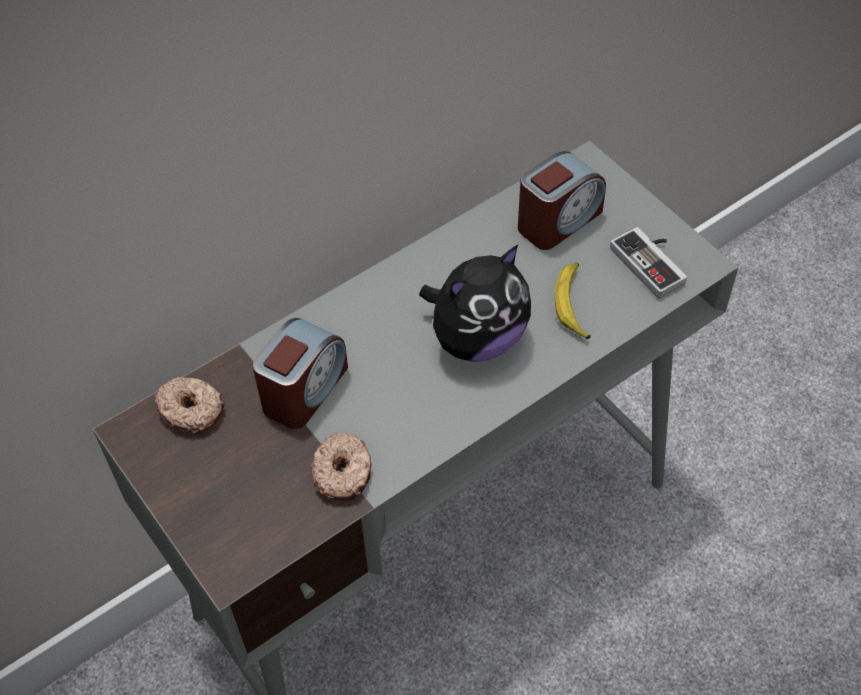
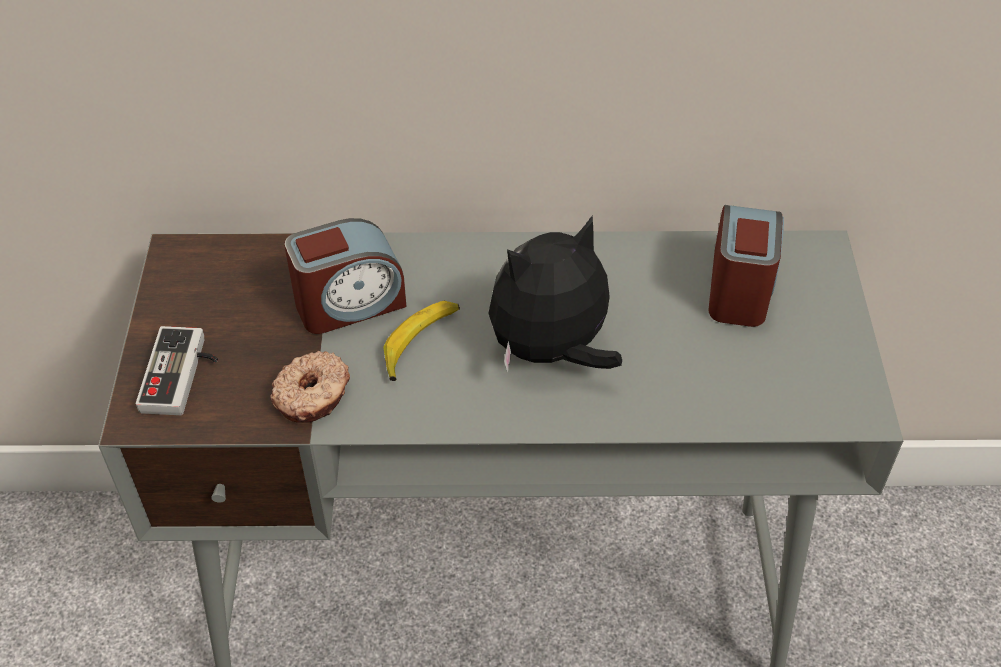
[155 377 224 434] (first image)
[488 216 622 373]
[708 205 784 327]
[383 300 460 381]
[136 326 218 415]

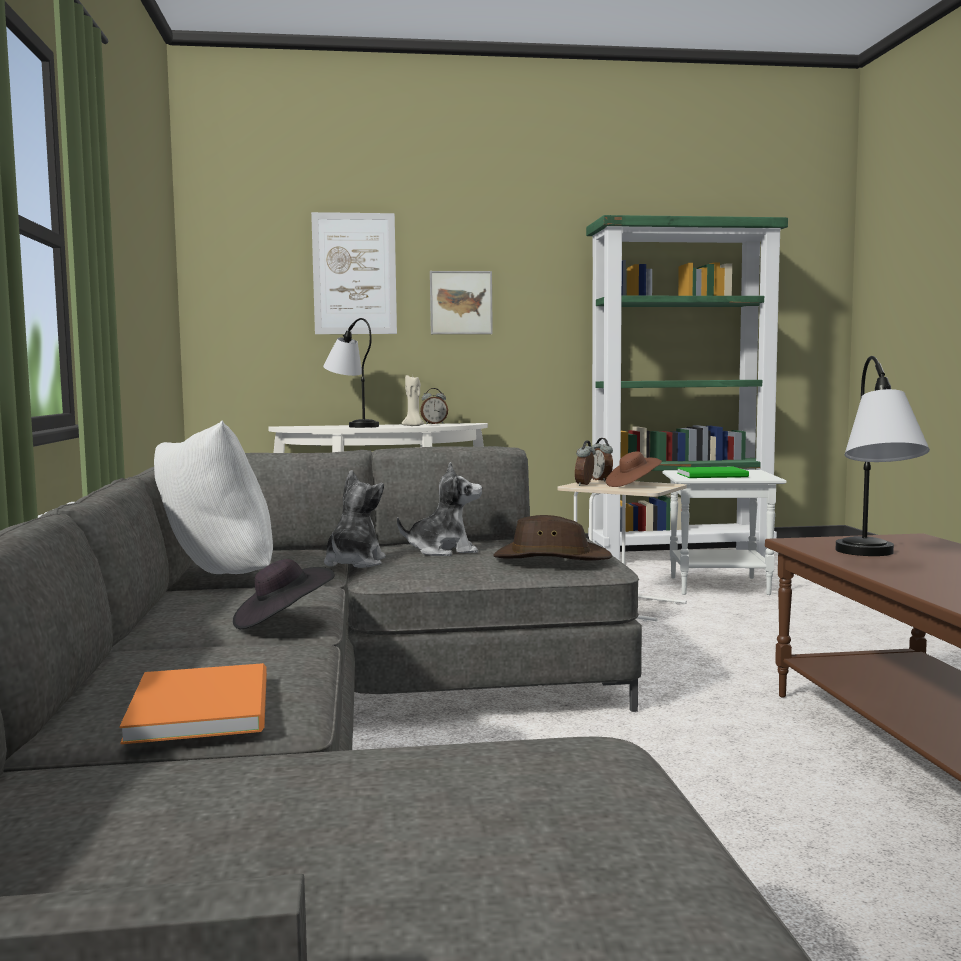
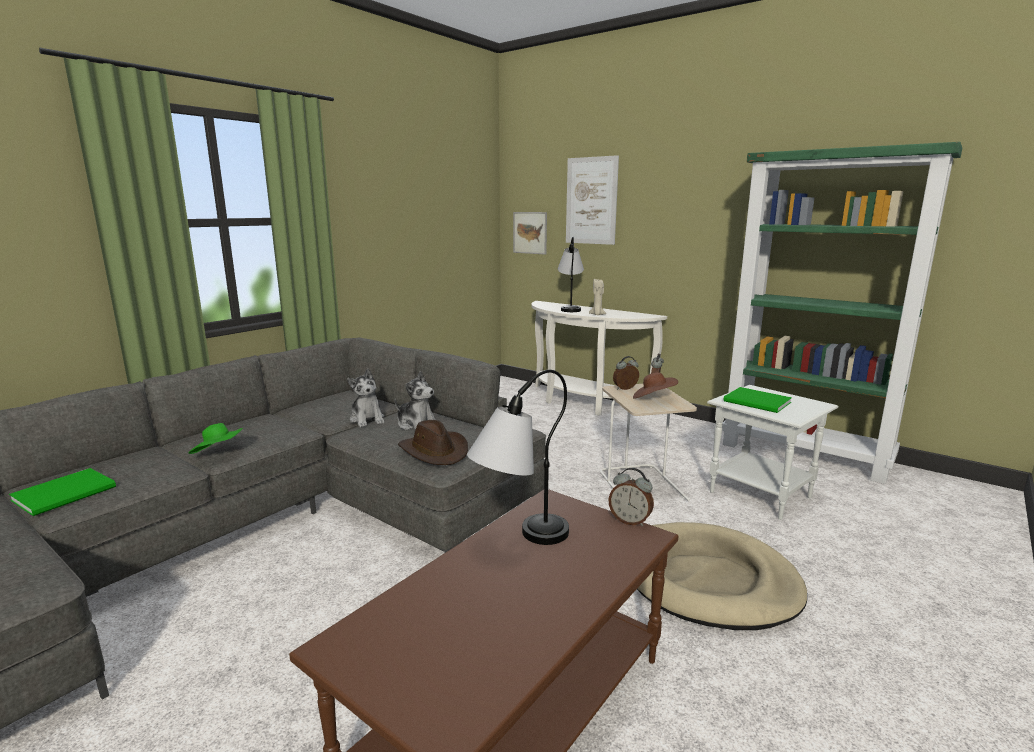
[9 468 116 516]
[154 421 273 574] (first image)
[188 423 243 454]
[347 369 384 427]
[608 468 654 526]
[513 212 547 255]
[637 522 807 630]

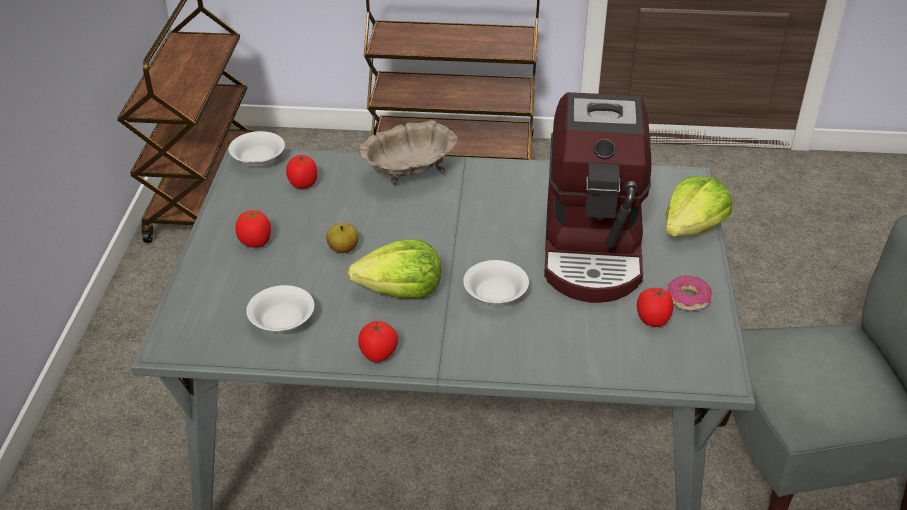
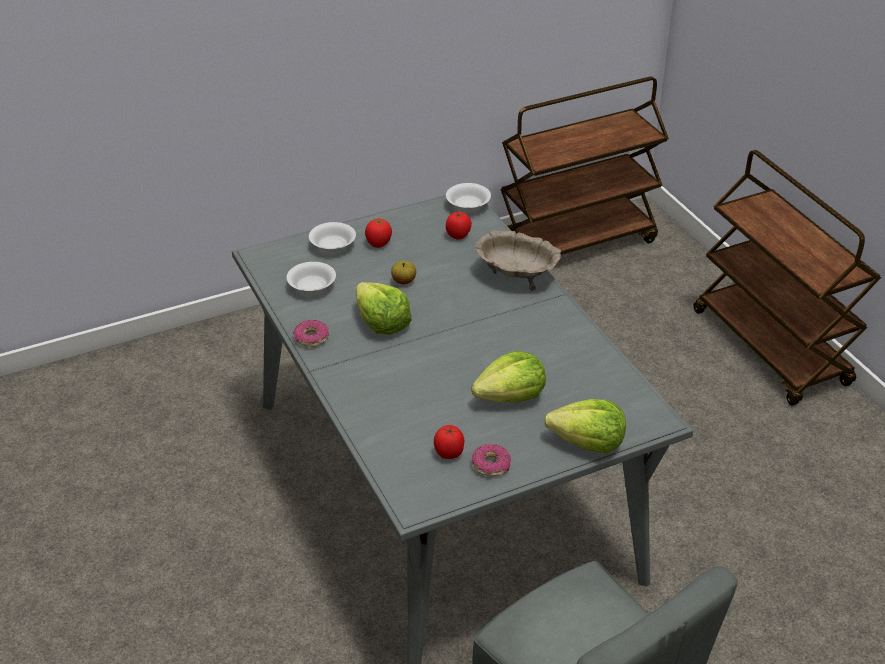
[293 320 329 347]
[309 222 356 253]
[471 351 546 403]

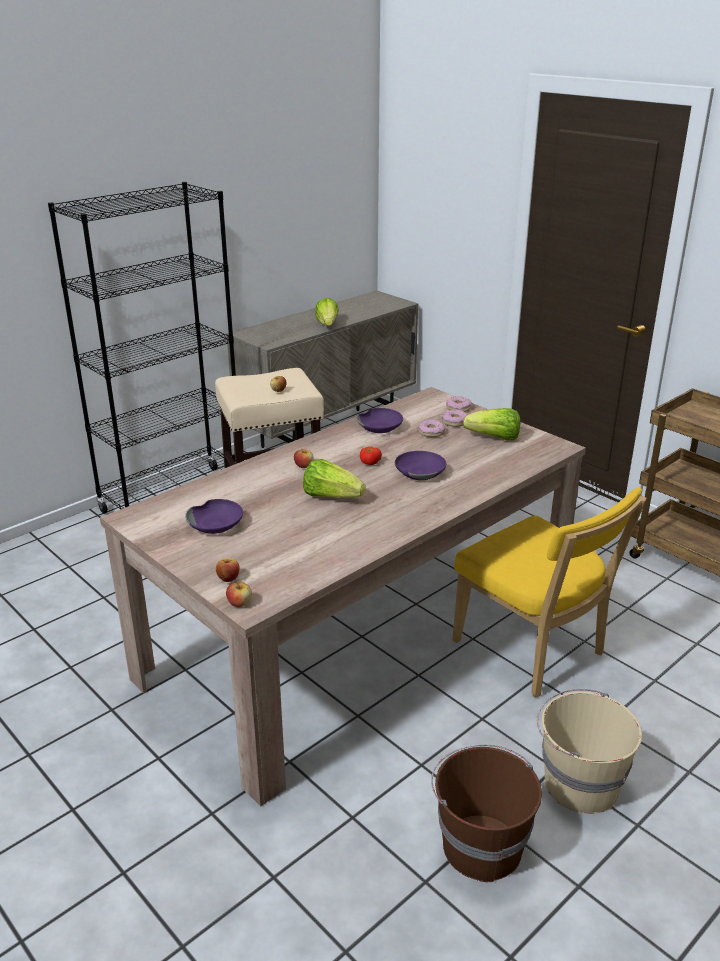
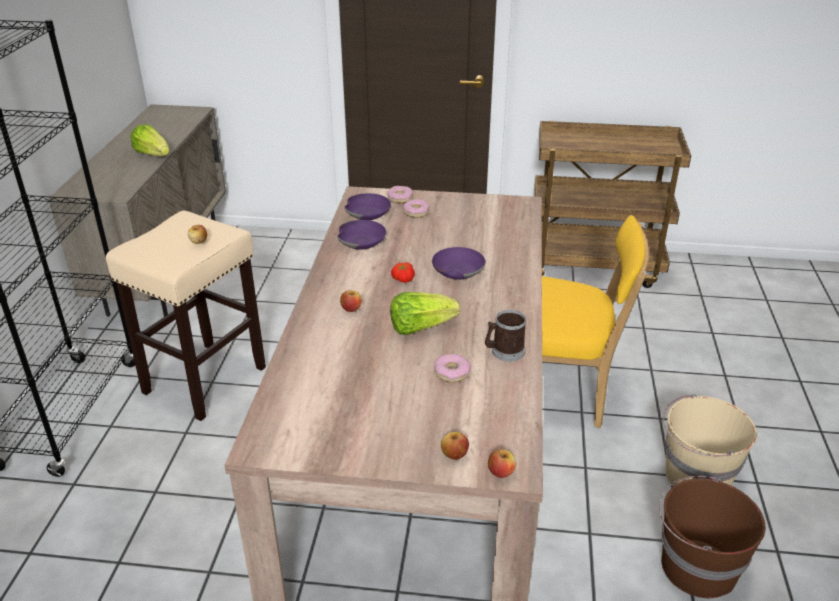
[344 193 391 220]
[434 354 471 382]
[463 408 520 441] (first image)
[485 310 526 362]

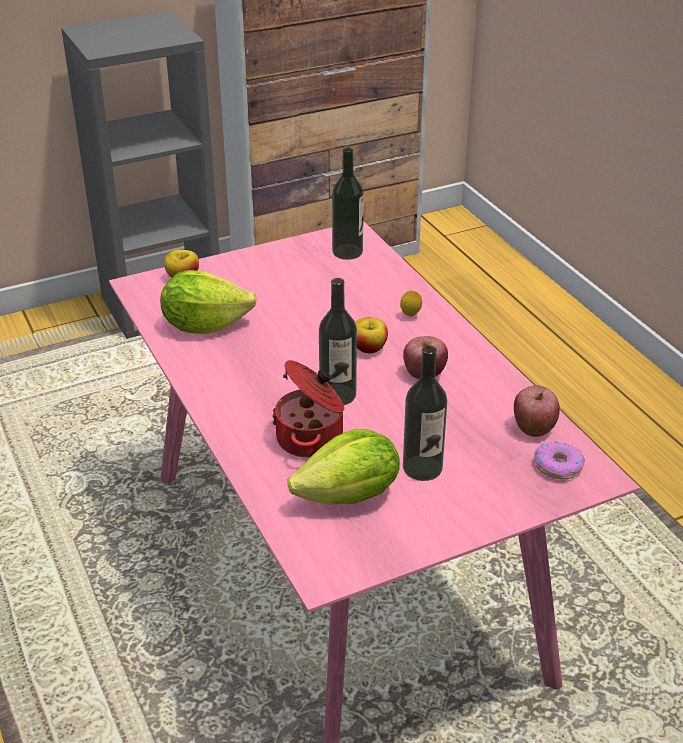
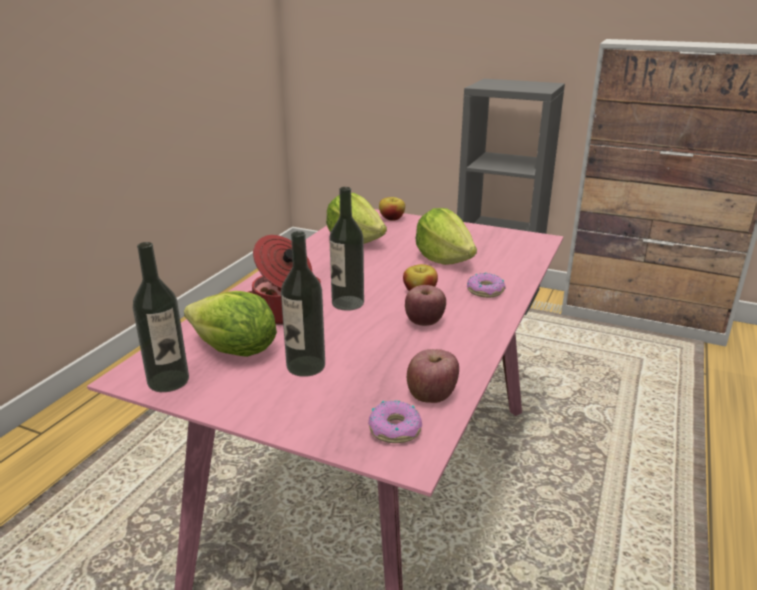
[133 242 189 392]
[467 272 505 298]
[416 208 477 265]

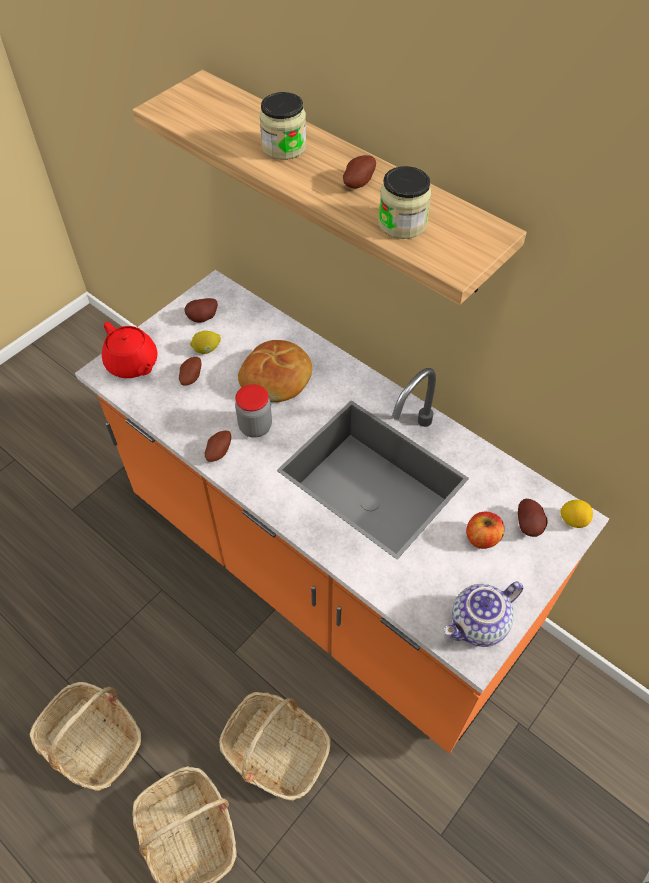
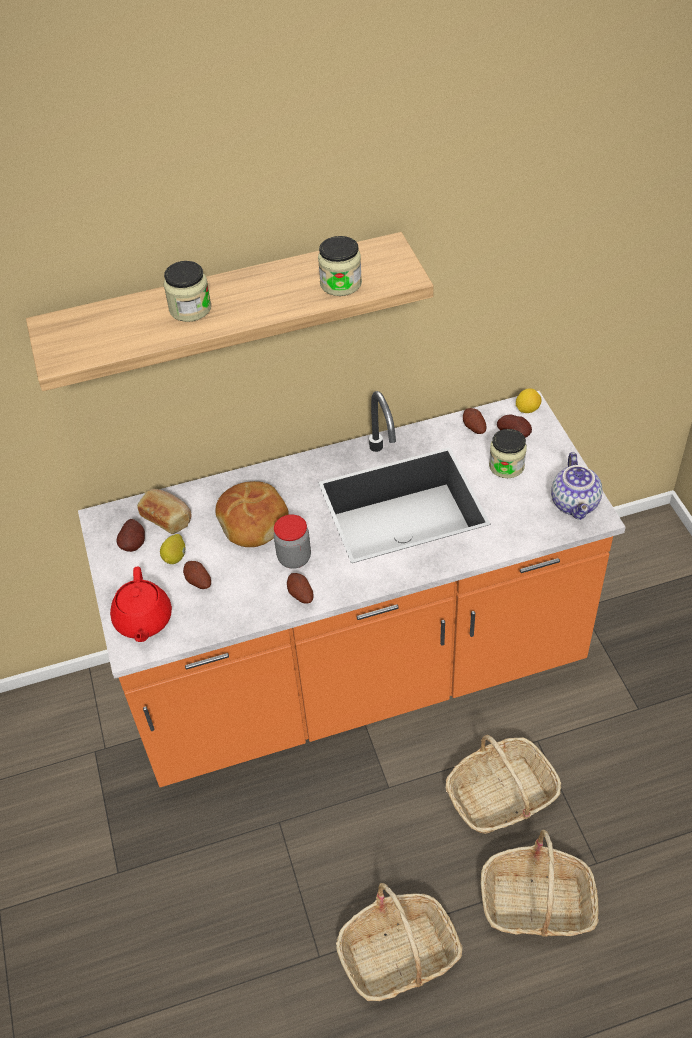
[110 566 172 642]
[463 408 486 434]
[489 429 527 478]
[137 489 191 534]

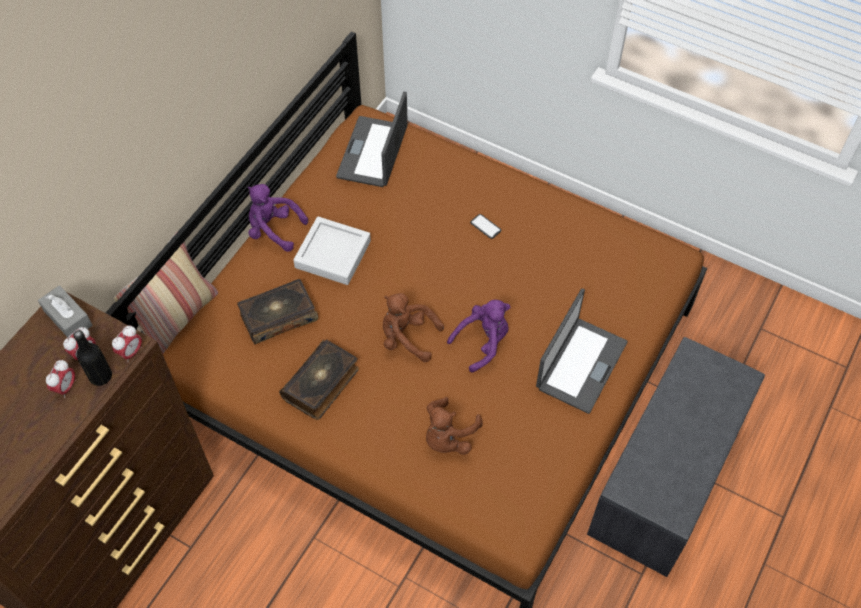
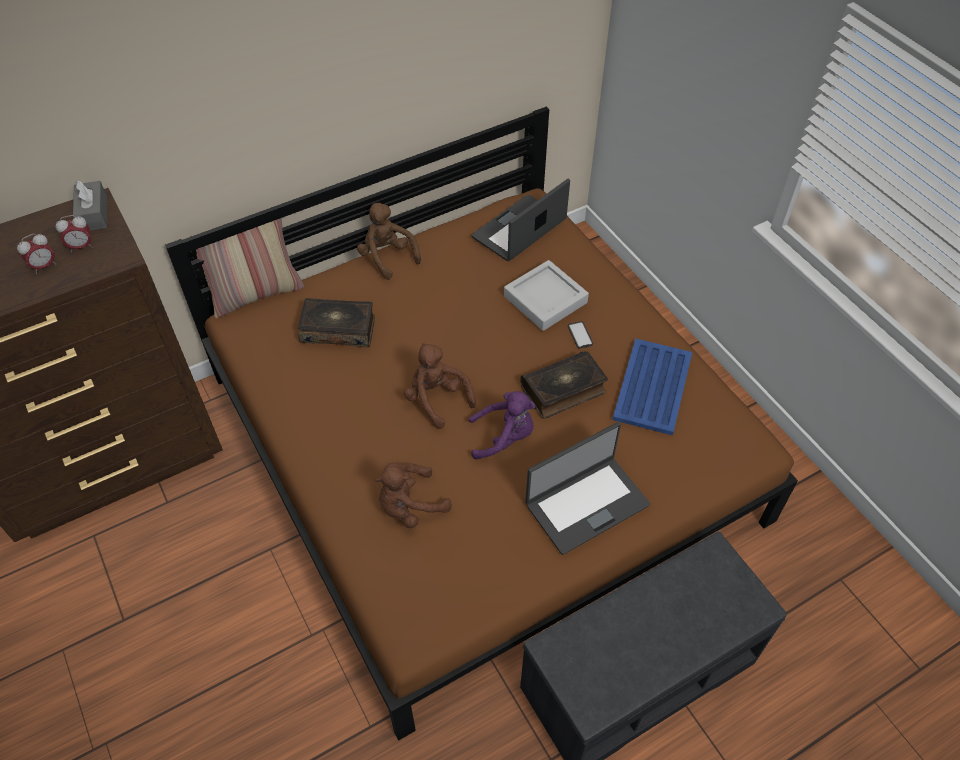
[73 330 112 386] (first image)
[112 326 142 360] (first image)
[357 203 421 280]
[520 351 608 419]
[504 260 589 331]
[612 338 692 435]

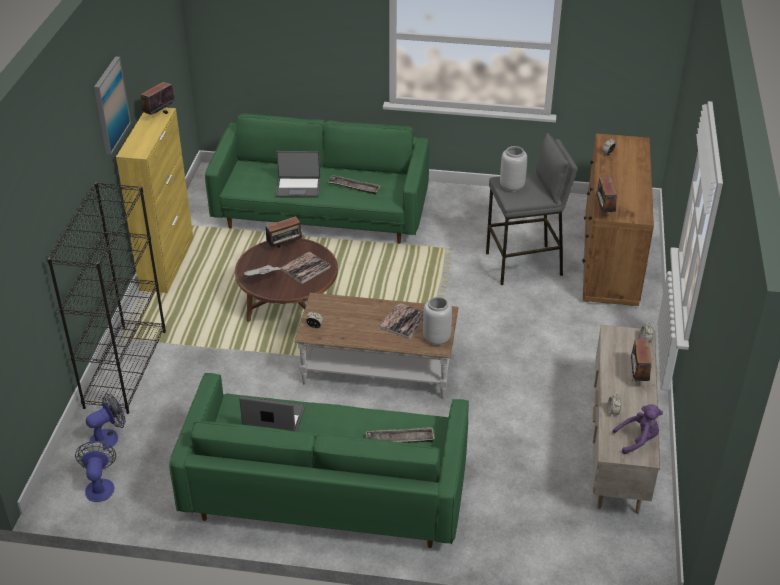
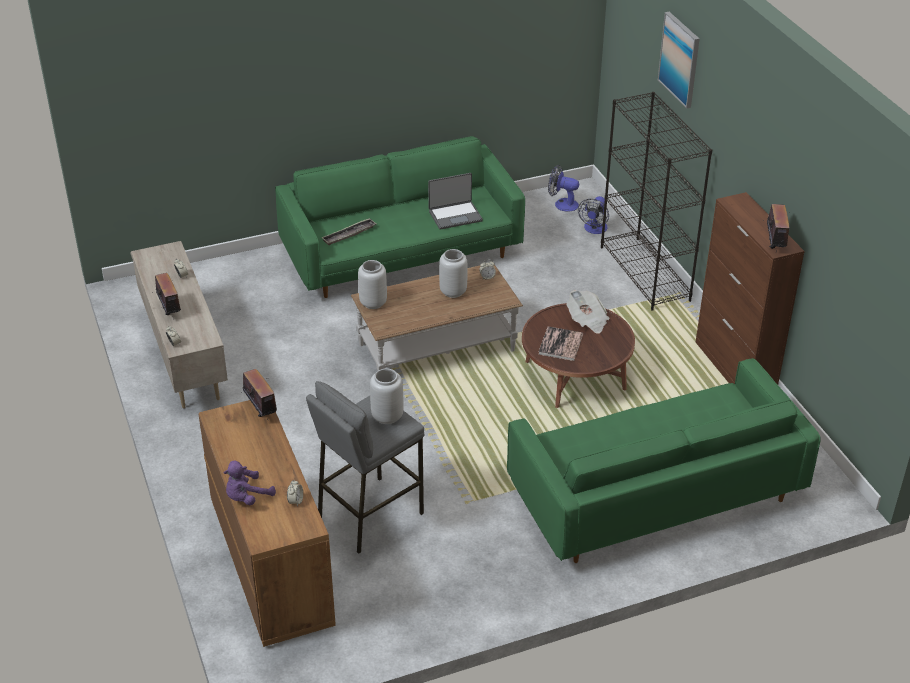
[548 165 579 212]
[658 12 699 109]
[696 192 805 385]
[266 216 304 249] (first image)
[276 151 320 198] (first image)
[328 175 381 195] (first image)
[378 302 423 339] (first image)
[224 461 276 505]
[439 249 468 298]

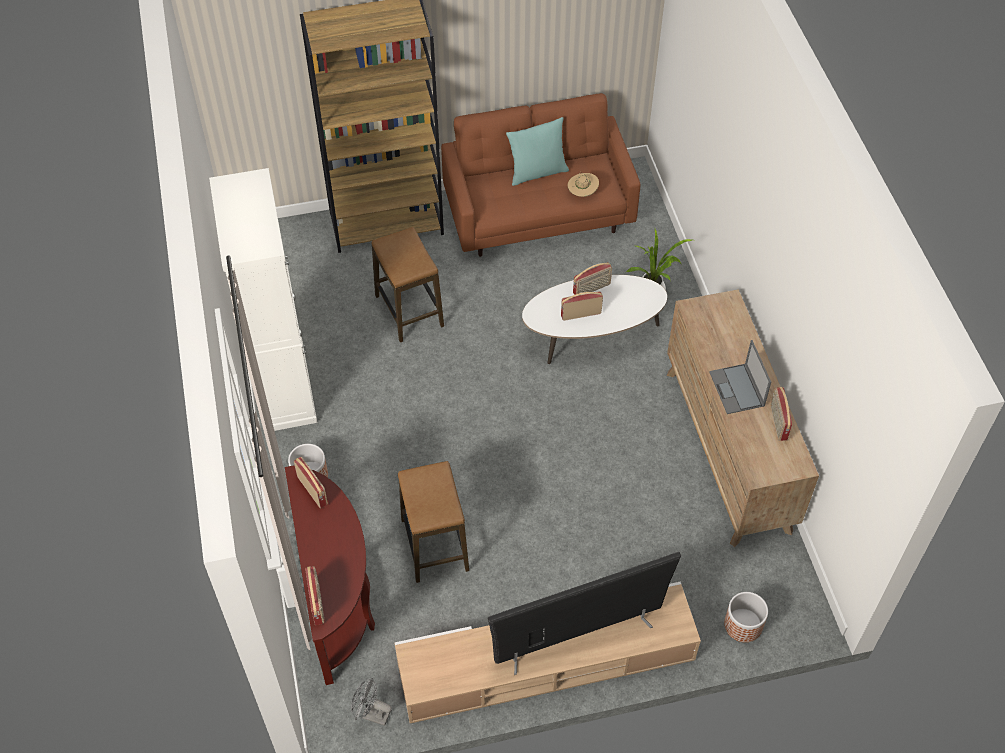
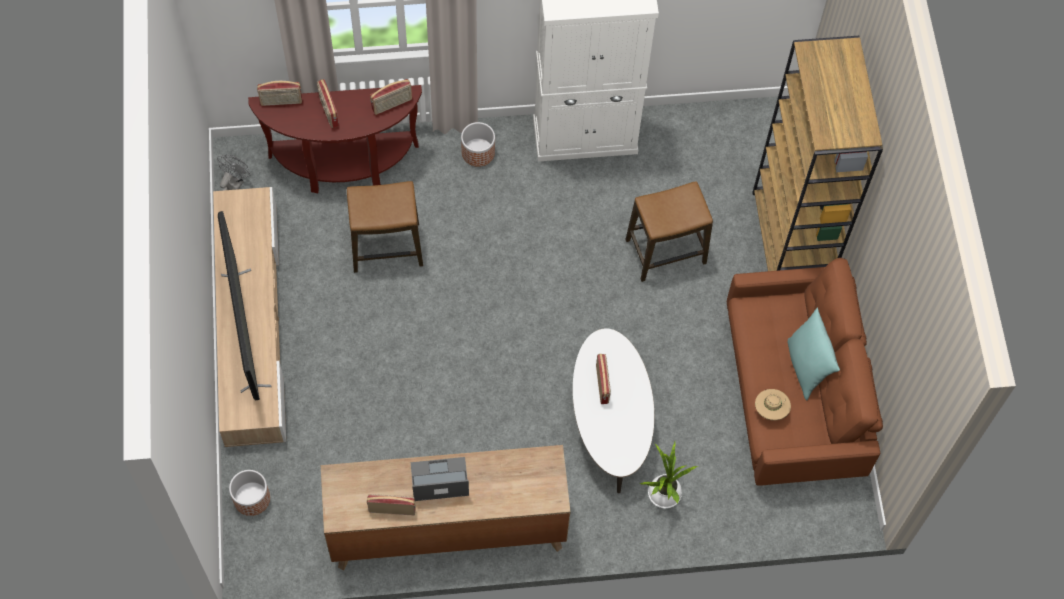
[317 79 339 128]

